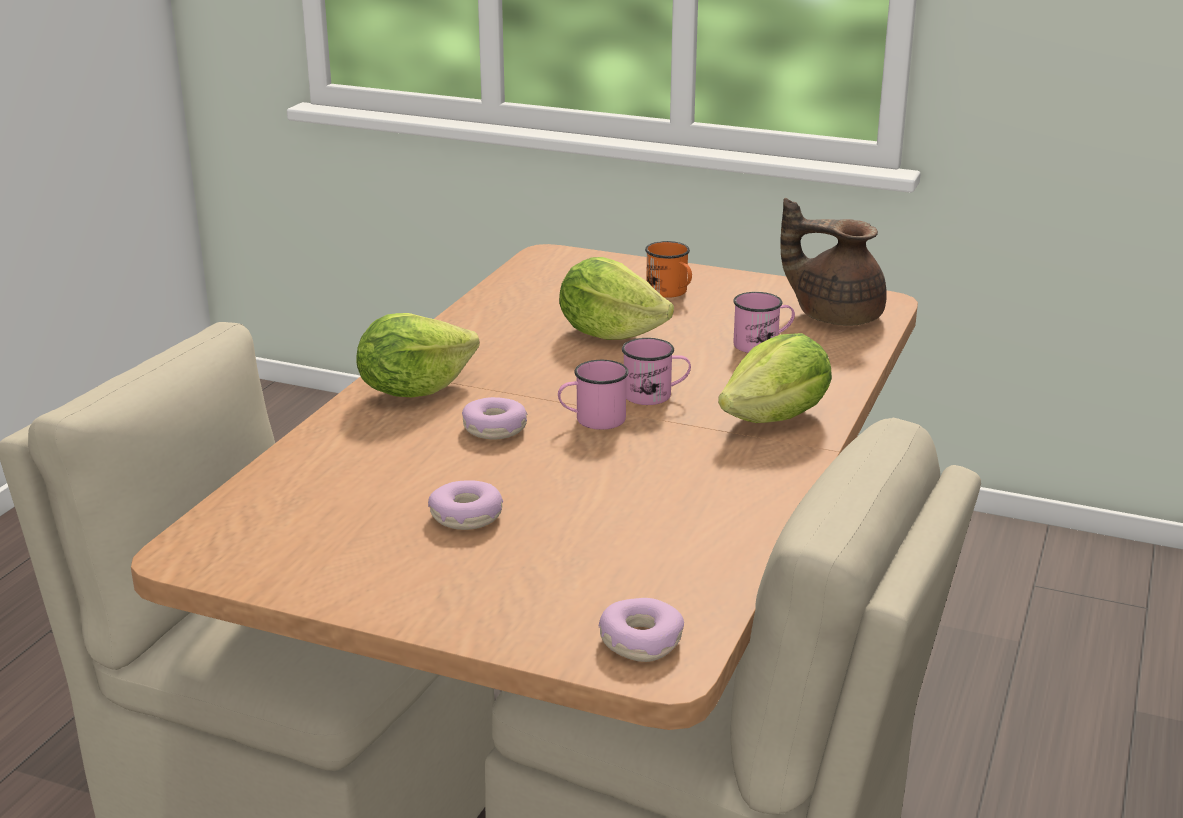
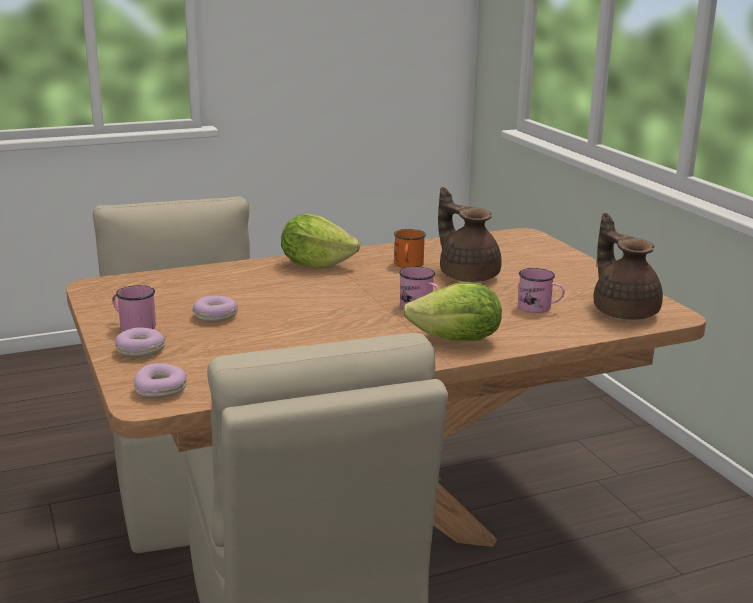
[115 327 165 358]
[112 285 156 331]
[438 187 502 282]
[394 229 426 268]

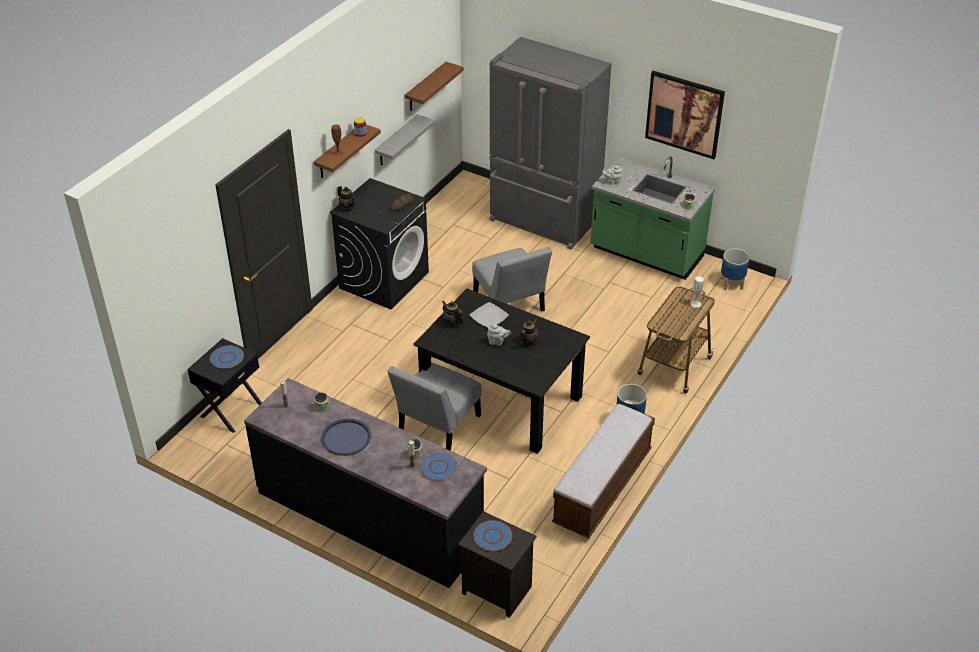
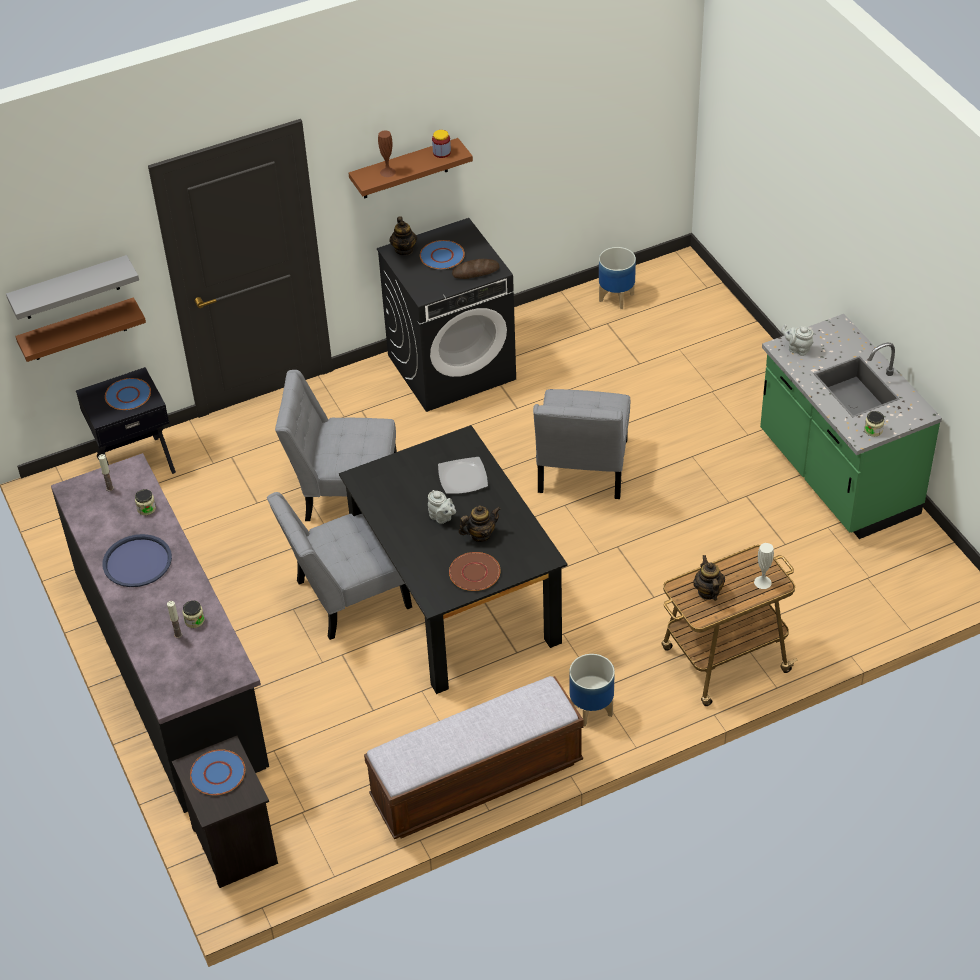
[6 255 139 320]
[15 297 146 362]
[420 240 465 270]
[693 555 725 601]
[489 37 612 249] (first image)
[645 71 725 159] (first image)
[599 247 636 309]
[275 370 397 521]
[449 552 501 591]

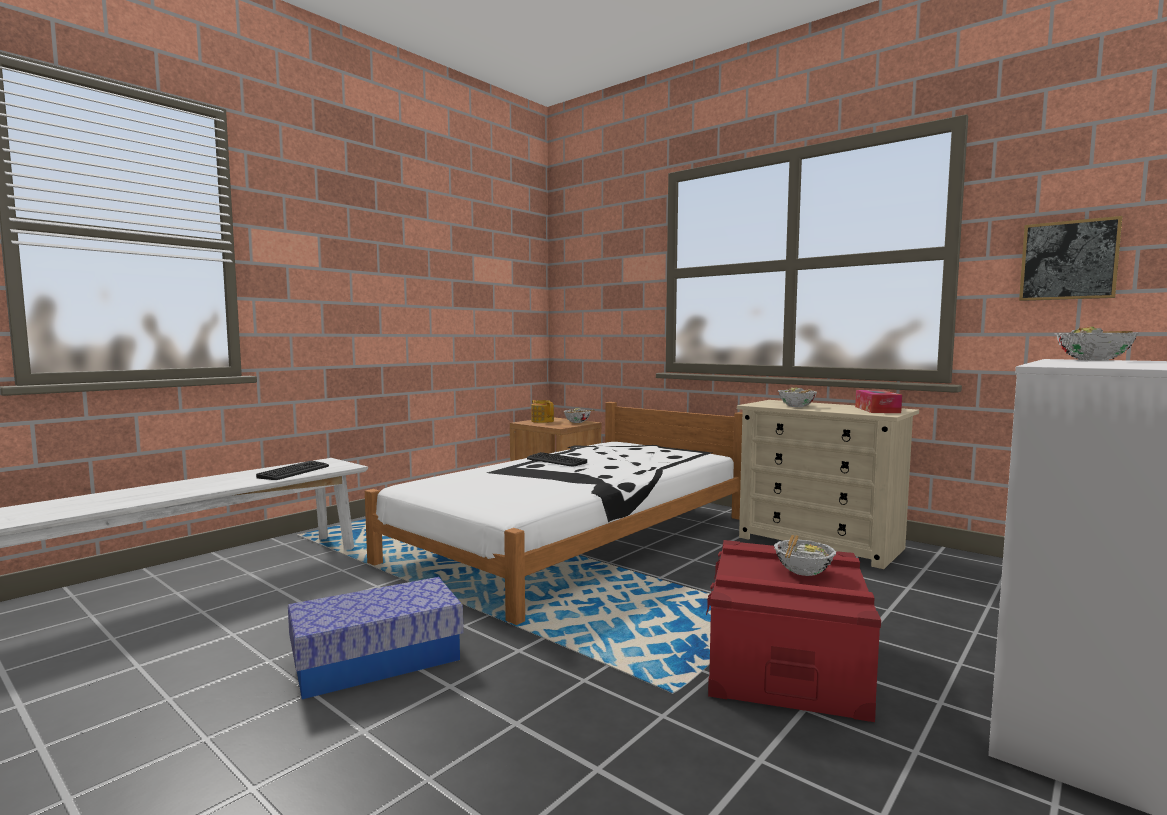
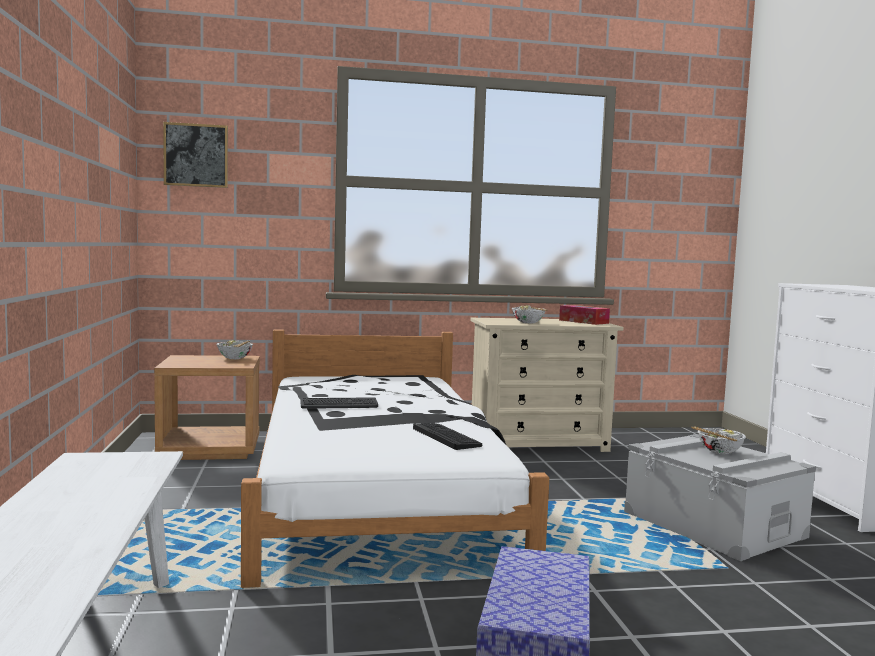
[413 423 482 450]
[531 400 554 423] (first image)
[624 434 816 561]
[163 122 228 188]
[1054 327 1139 360] (first image)

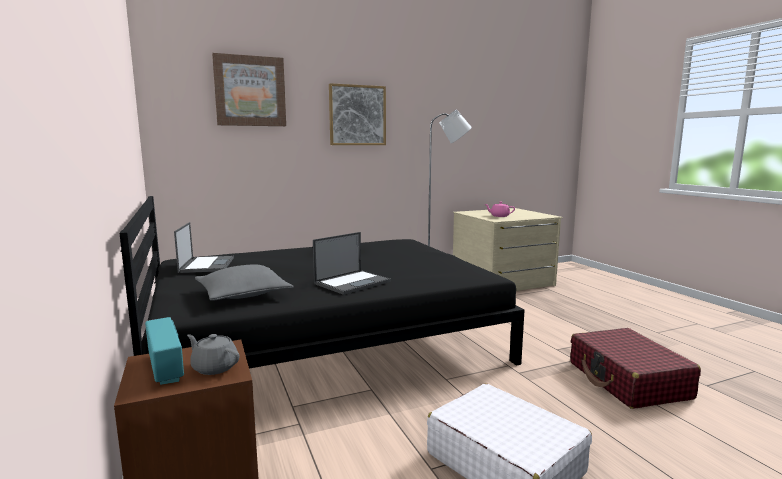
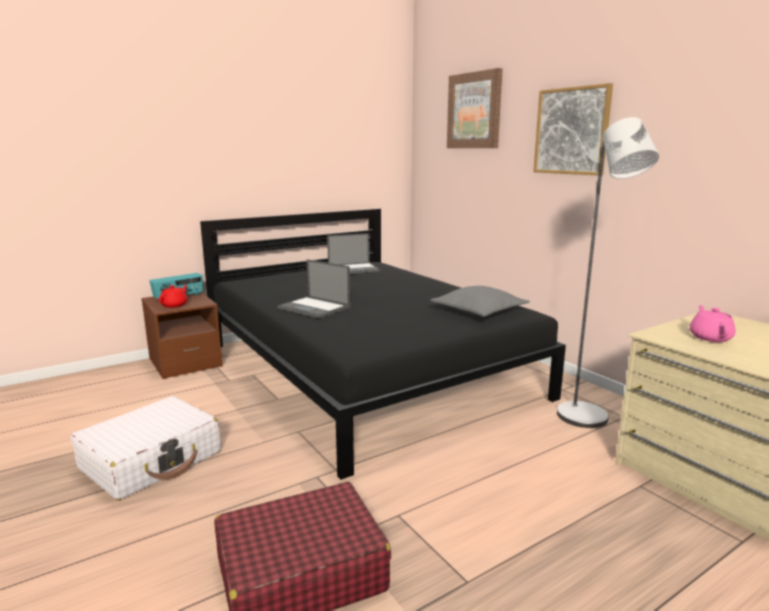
[159 285 188 308]
[430 286 530 317]

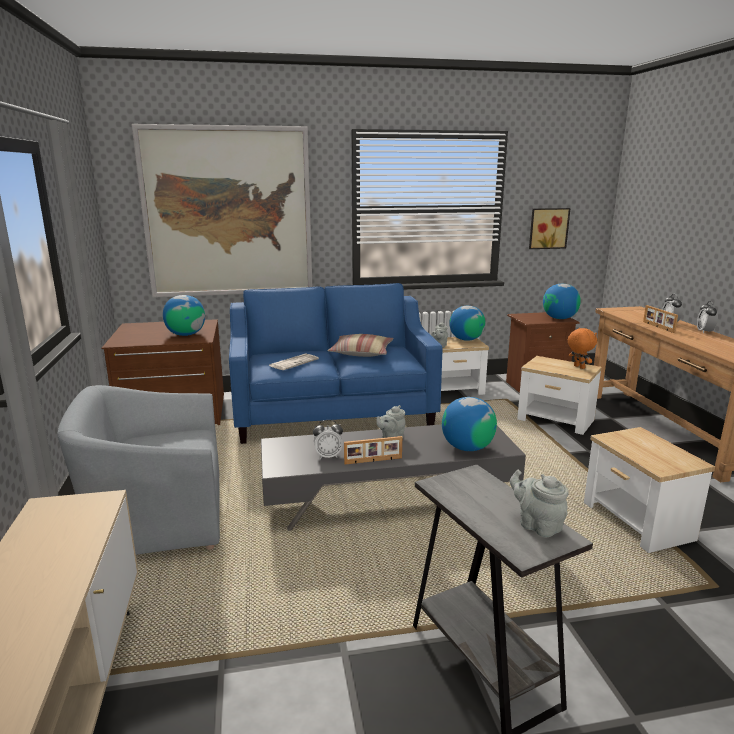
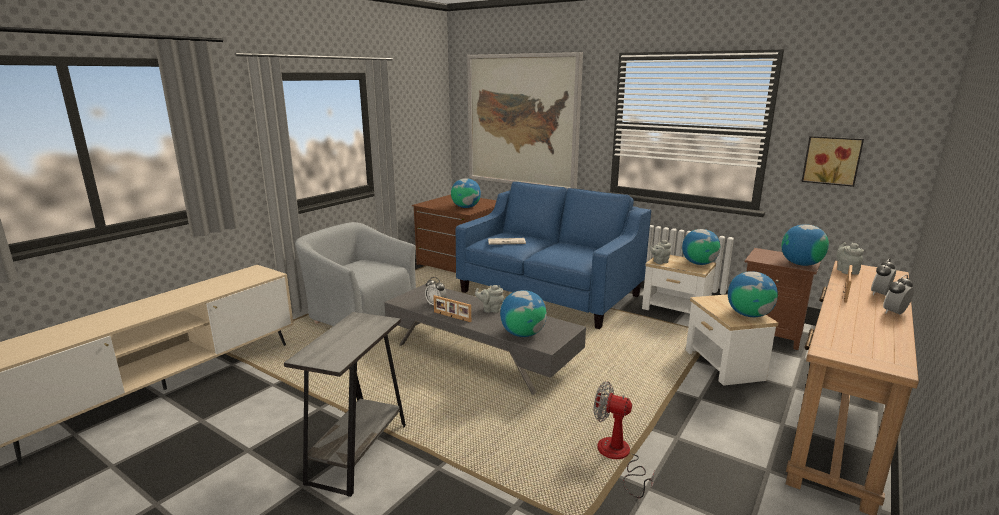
[328 334 394 357] (first image)
[836 242 864 275]
[728 271 778 317]
[594 381 655 498]

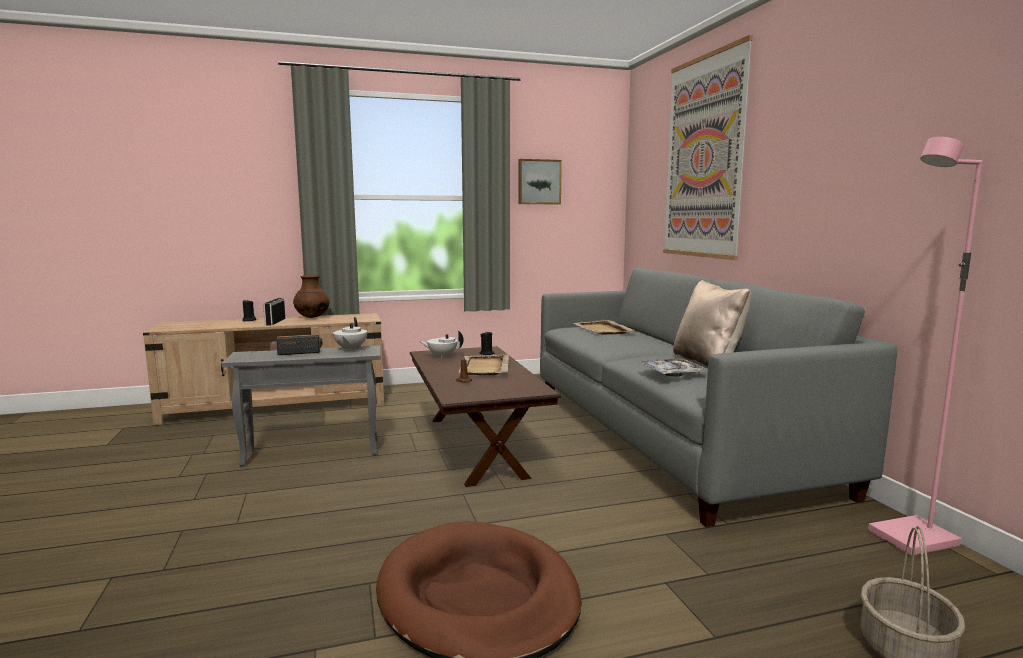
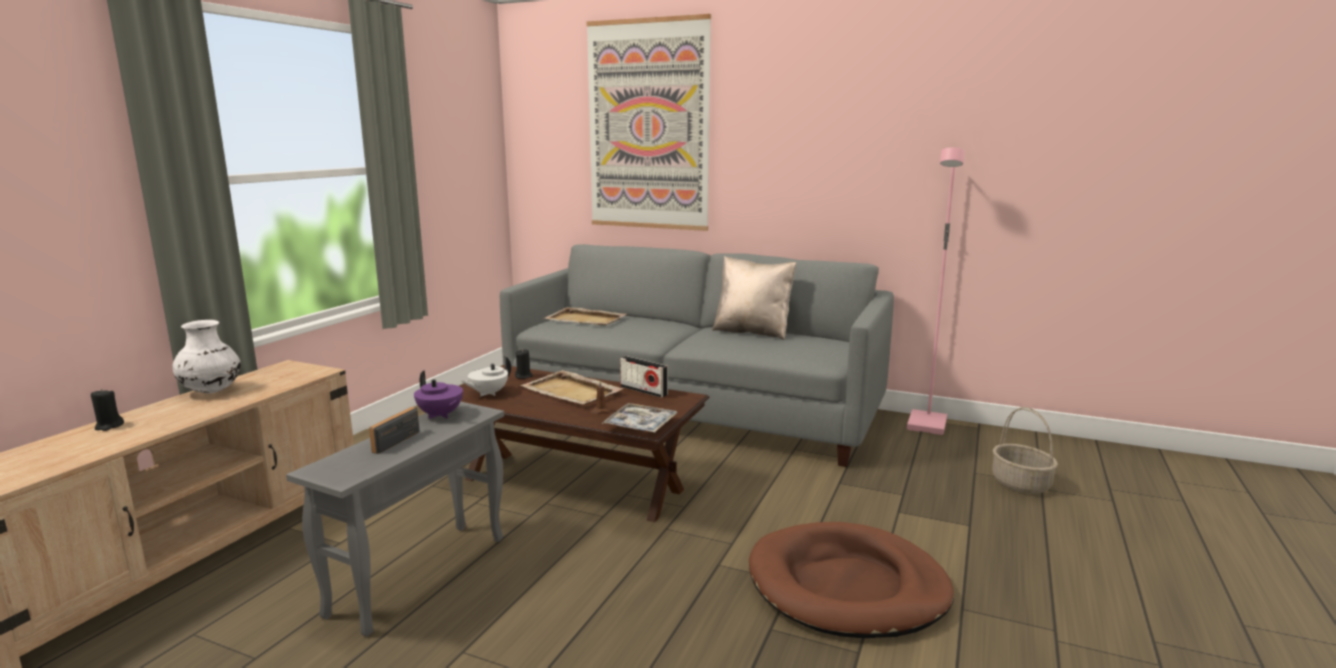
[620 356 668 398]
[173 320 241 393]
[414 370 463 419]
[518 159 562 204] (first image)
[602 403 677 433]

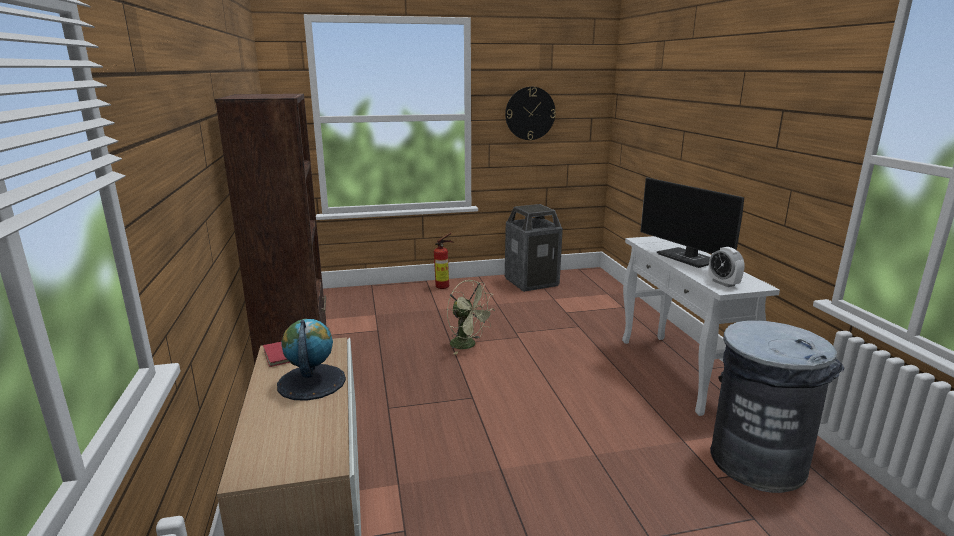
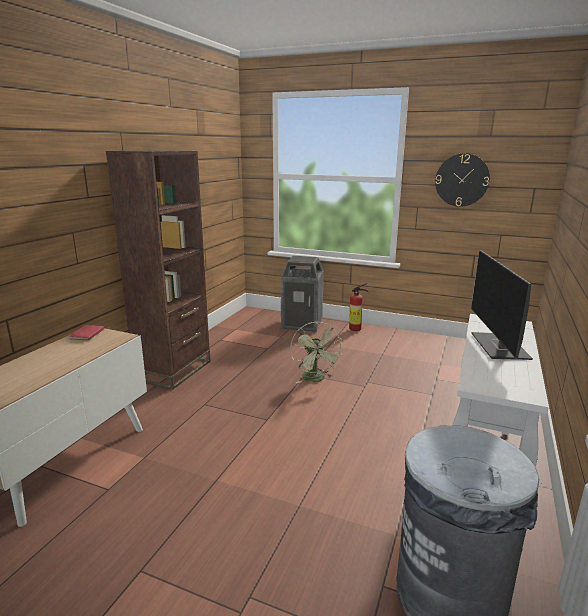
[277 319 346 401] (first image)
[281 256 324 332]
[709 247 745 287] (first image)

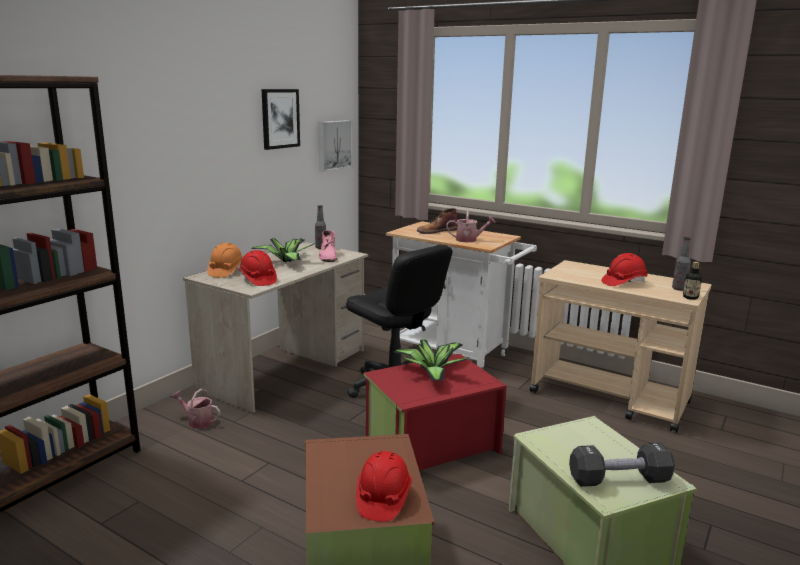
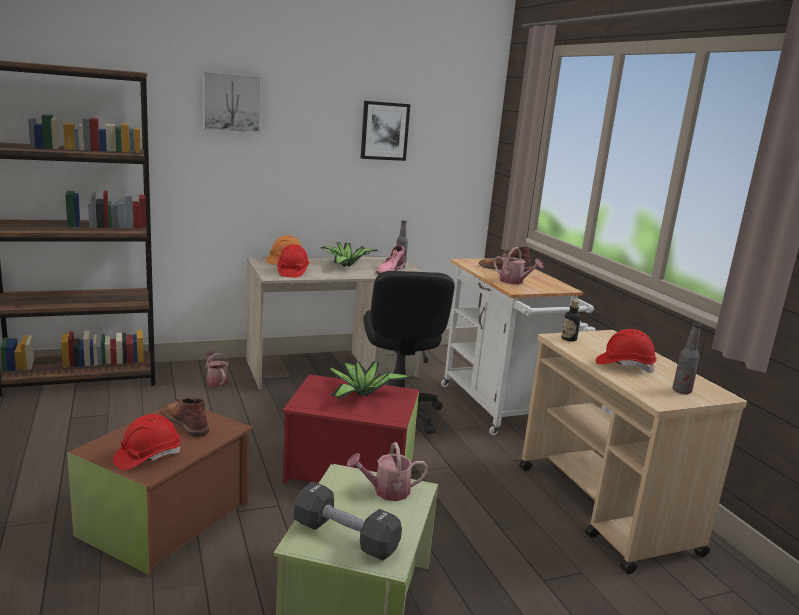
[203 71 262 134]
[562 300 581 342]
[164 398 209 437]
[347 442 428 501]

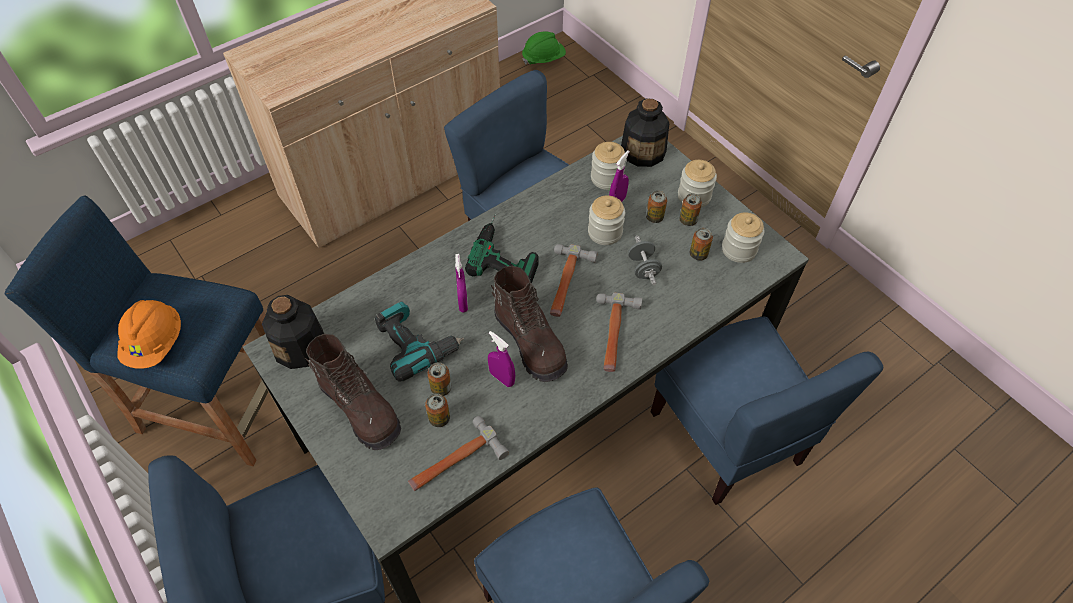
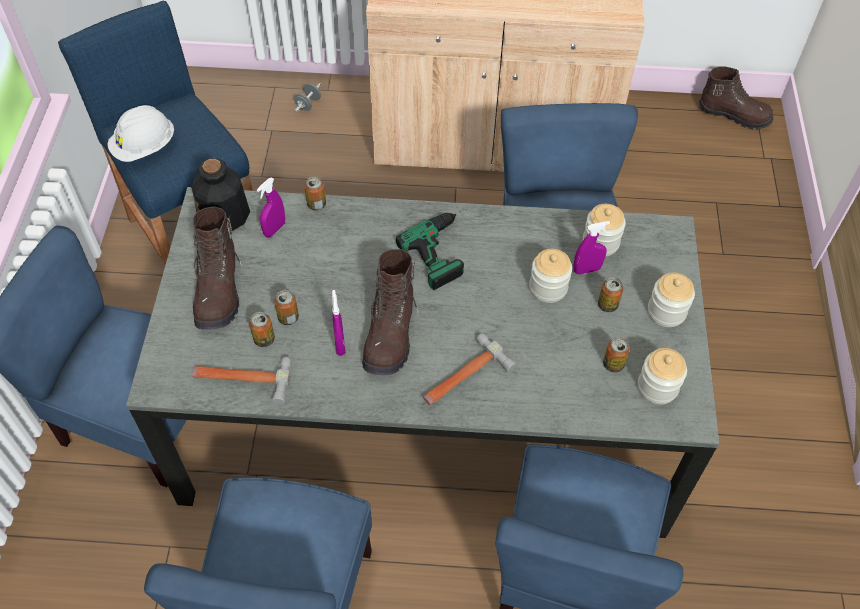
[108 105 174 162]
[375 301 464 381] (first image)
[257 178 285 237]
[699 66 773 129]
[550 244 598 317] (first image)
[621 99 670 167] (first image)
[294 83 321 112]
[304 176 326 211]

